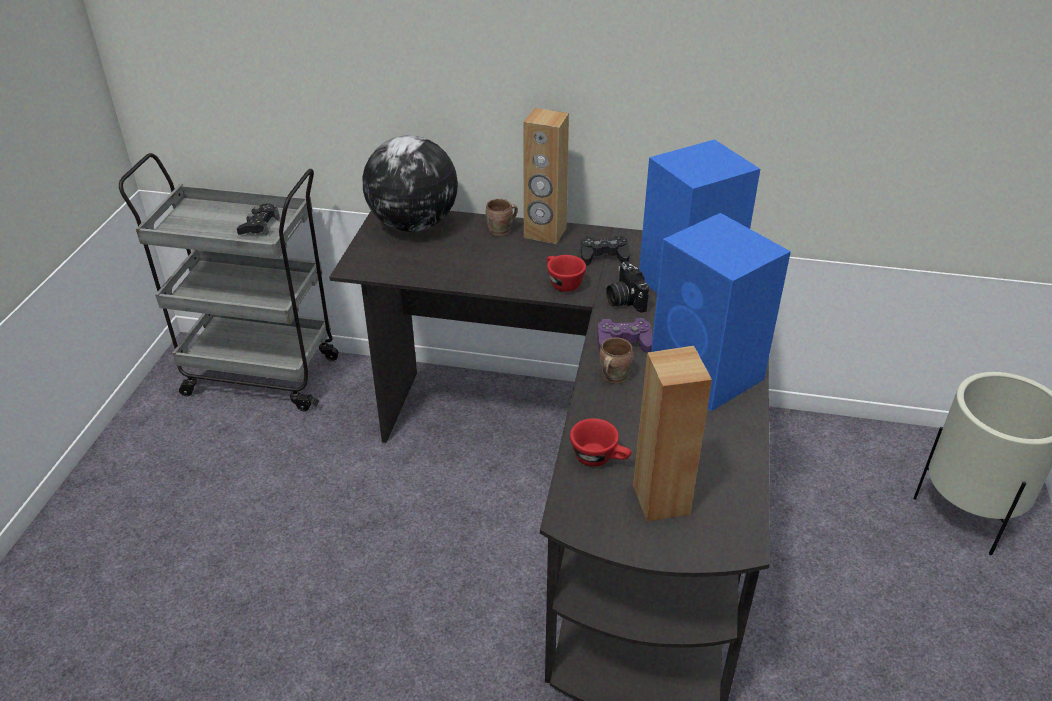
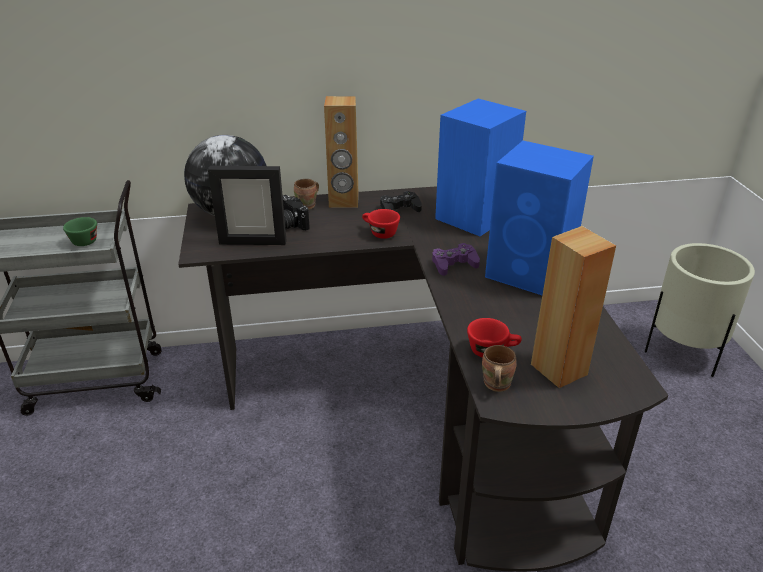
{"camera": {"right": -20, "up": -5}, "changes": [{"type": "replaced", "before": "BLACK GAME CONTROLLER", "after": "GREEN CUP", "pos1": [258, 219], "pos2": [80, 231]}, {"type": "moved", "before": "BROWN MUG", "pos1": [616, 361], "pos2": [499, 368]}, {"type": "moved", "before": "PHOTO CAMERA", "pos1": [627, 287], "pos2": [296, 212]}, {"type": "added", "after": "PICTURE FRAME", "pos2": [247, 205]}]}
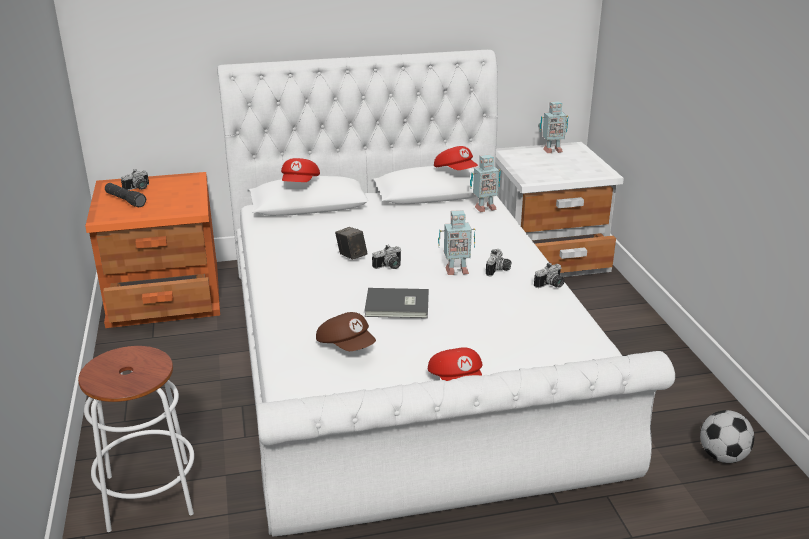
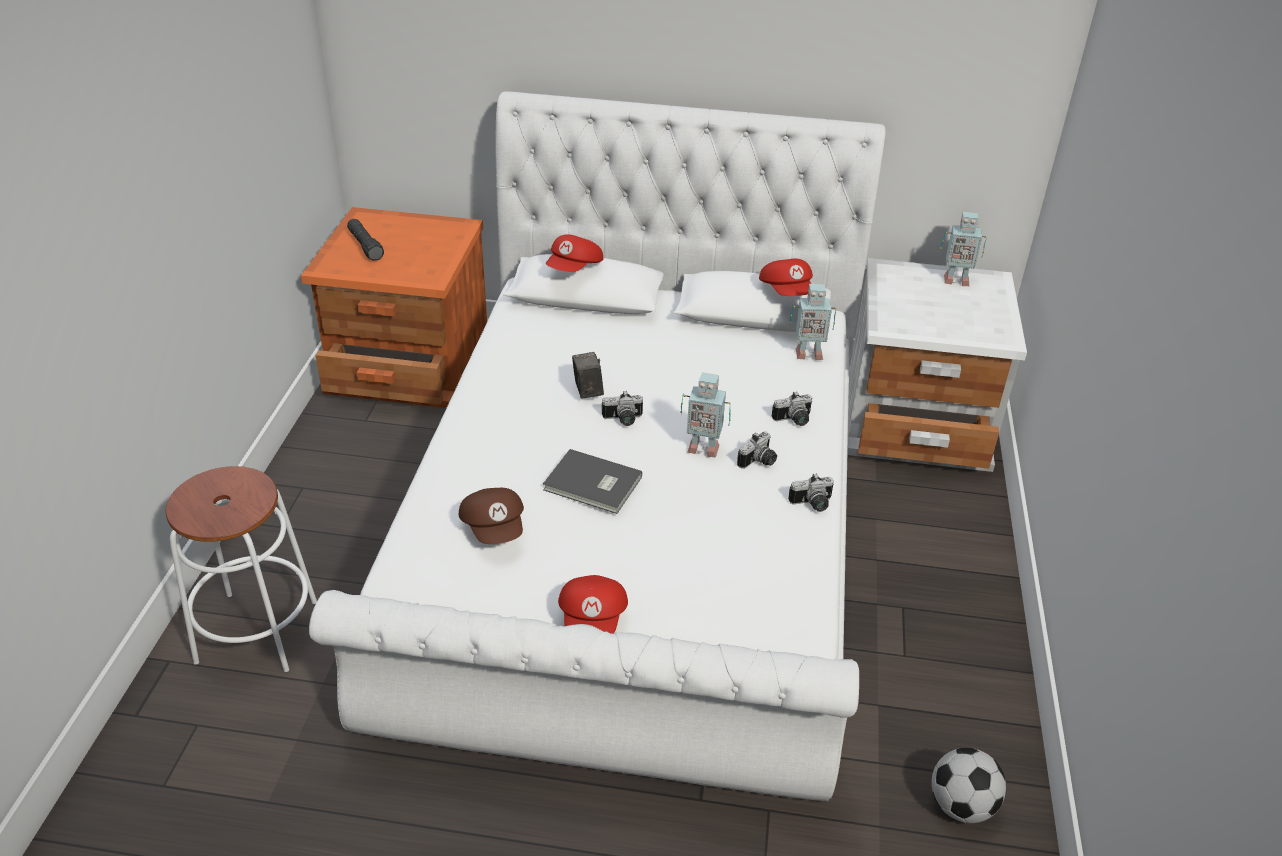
{"camera": {"right": 20, "up": 10}, "changes": [{"type": "moved", "before": "PHOTO CAMERA", "pos1": [135, 179], "pos2": [792, 409]}]}
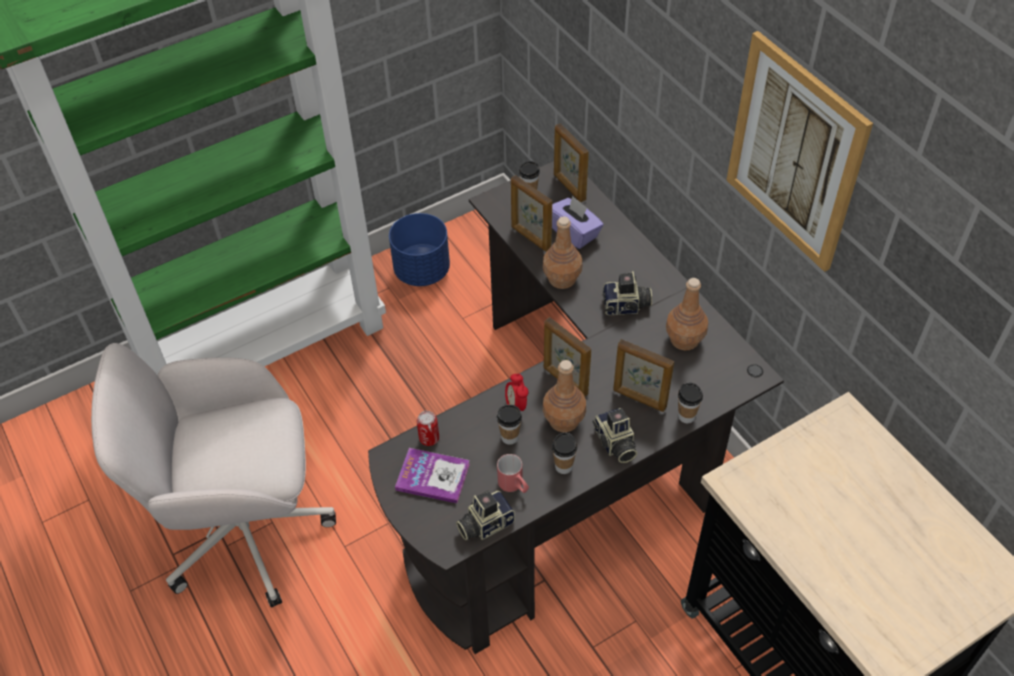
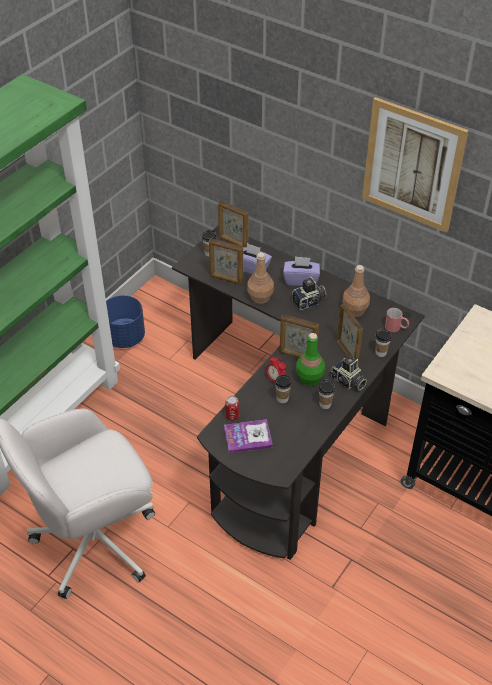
{"camera": {"right": -25, "up": -5}, "changes": [{"type": "removed", "before": "PHOTO CAMERA", "pos1": [485, 515]}, {"type": "moved", "before": "RED MUG", "pos1": [513, 473], "pos2": [397, 320]}, {"type": "recoloured", "before": "BROWN BOTTLE", "after": "GREEN BOTTLE", "pos1": [564, 396], "pos2": [310, 359]}, {"type": "turned", "before": "PICTURE FRAME", "pos1": [643, 375], "pos2": [350, 334], "turn": -120}, {"type": "added", "after": "PURPLE TISSUE BOX", "pos2": [301, 271]}]}
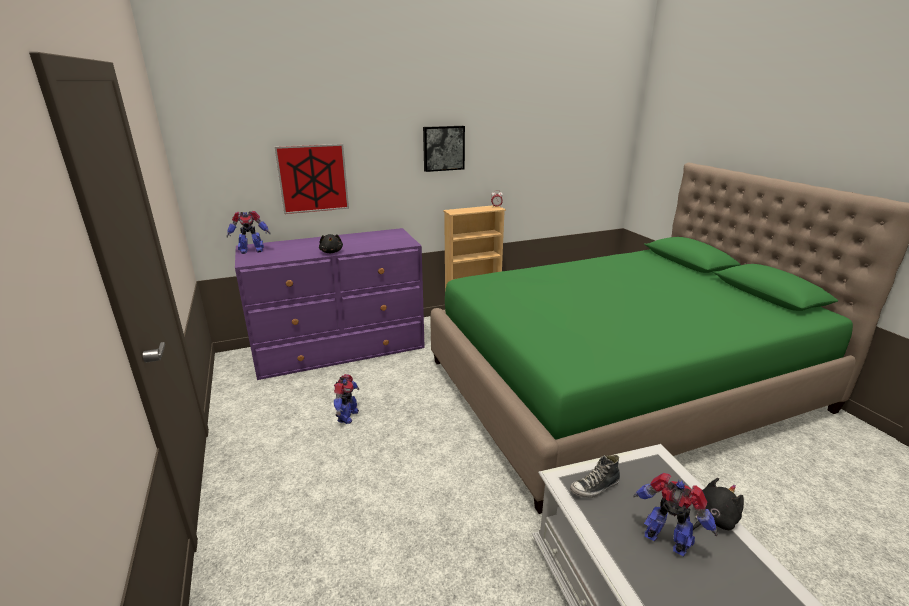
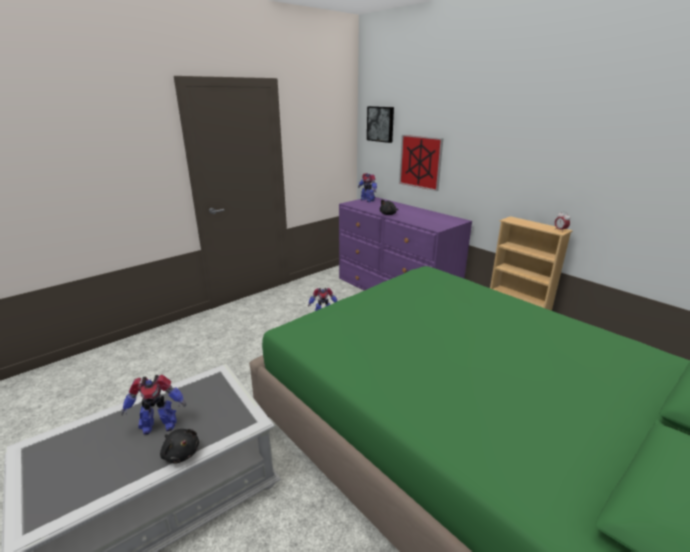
{"camera": {"right": 70, "up": 0}, "changes": [{"type": "moved", "before": "PICTURE", "pos1": [444, 149], "pos2": [380, 124]}, {"type": "removed", "before": "SHOE", "pos1": [595, 476]}, {"type": "turned", "before": "TOY ROBOT", "pos1": [675, 514], "pos2": [153, 404], "turn": 60}]}
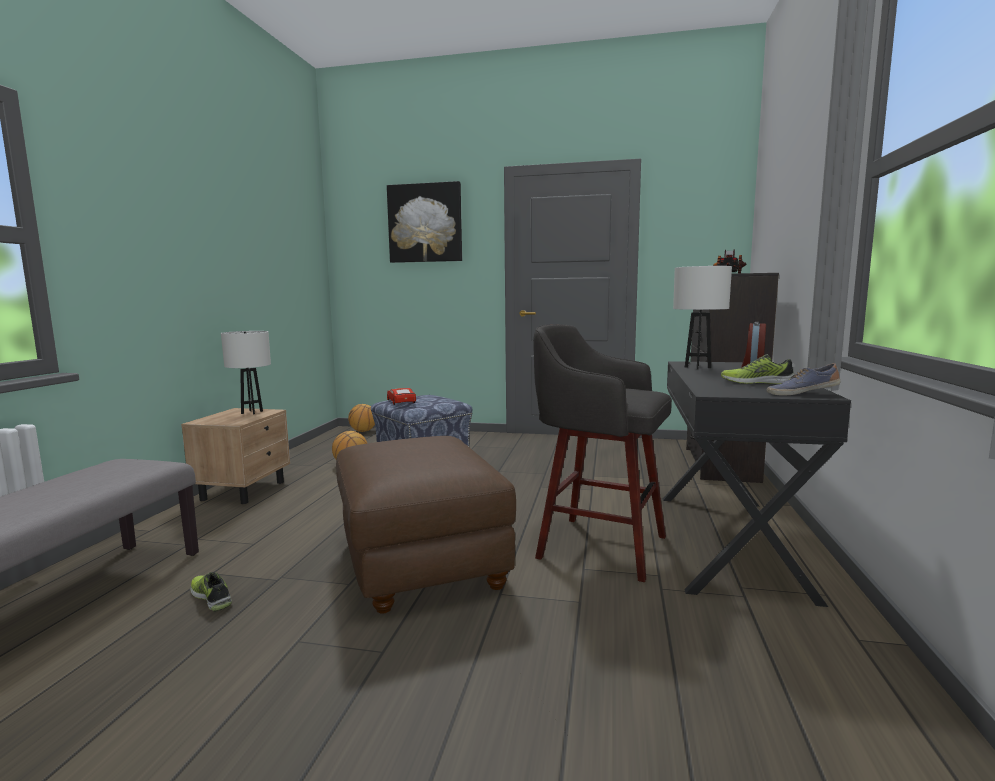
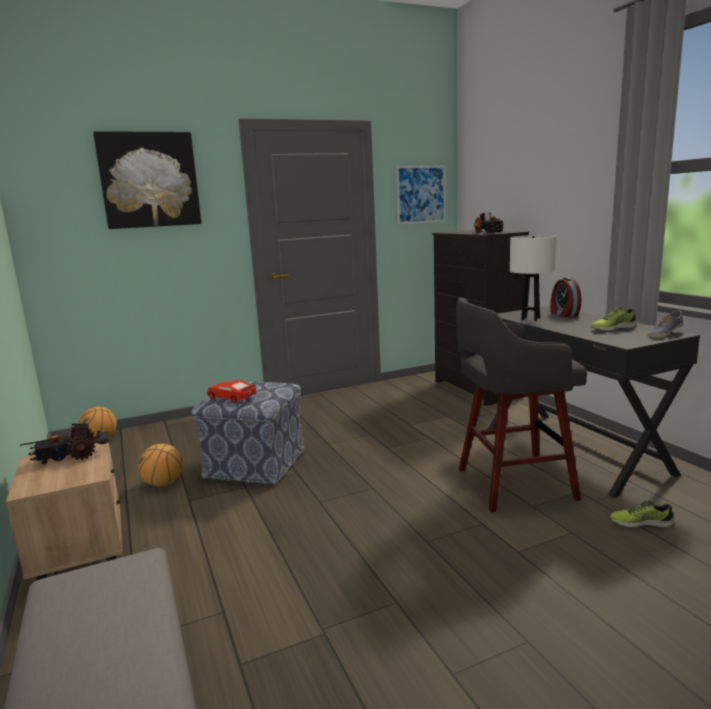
{"camera": {"right": -35, "up": 5}, "changes": [{"type": "moved", "before": "SHOE", "pos1": [211, 591], "pos2": [642, 514]}, {"type": "replaced", "before": "WHITE TABLE LAMP", "after": "TOY TRUCK", "pos1": [246, 372], "pos2": [65, 444]}, {"type": "removed", "before": "BROWN OTTOMAN", "pos1": [426, 525]}, {"type": "added", "after": "PICTURE", "pos2": [421, 194]}]}
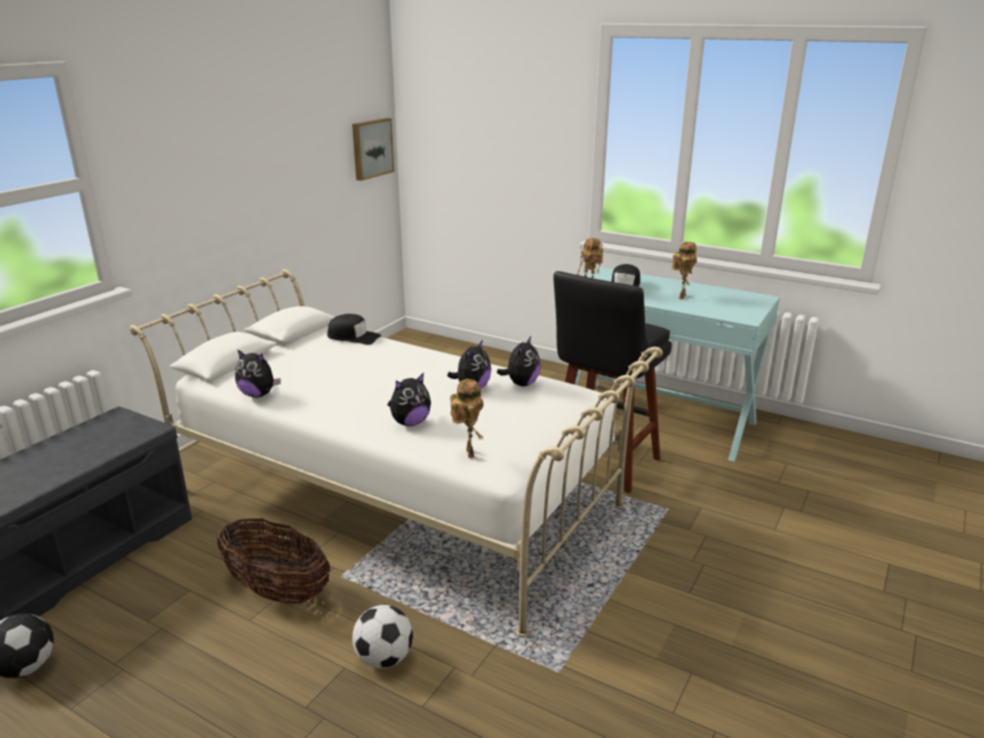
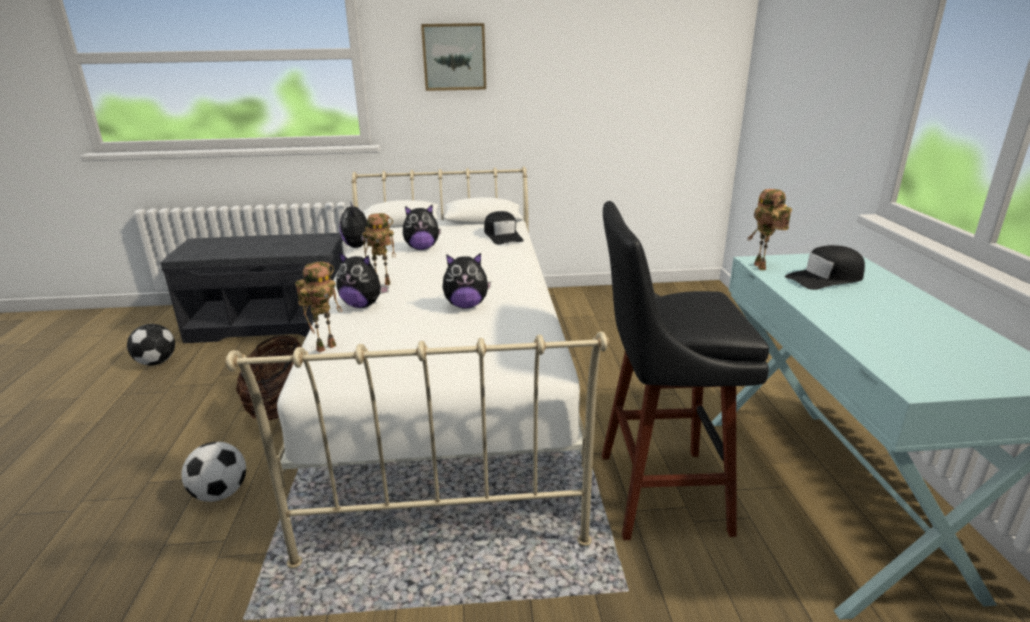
{"camera": {"right": 55, "up": 0}, "changes": [{"type": "moved", "before": "PICTURE", "pos1": [373, 149], "pos2": [453, 57]}, {"type": "moved", "before": "PLUSH TOY", "pos1": [519, 361], "pos2": [422, 227]}, {"type": "moved", "before": "TOY ROBOT", "pos1": [684, 270], "pos2": [379, 249]}]}
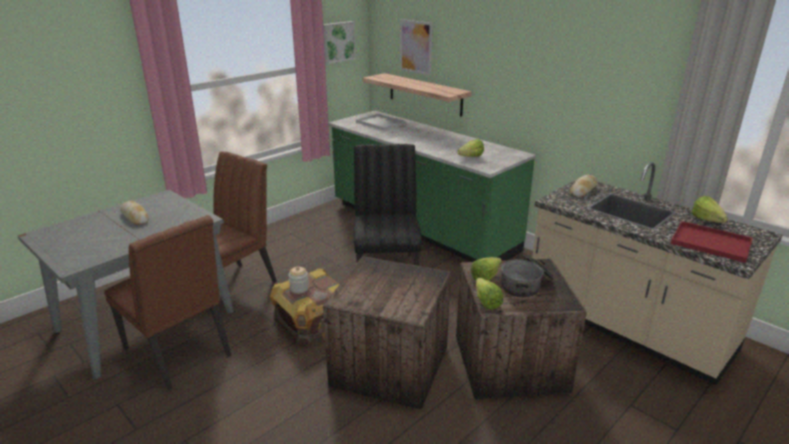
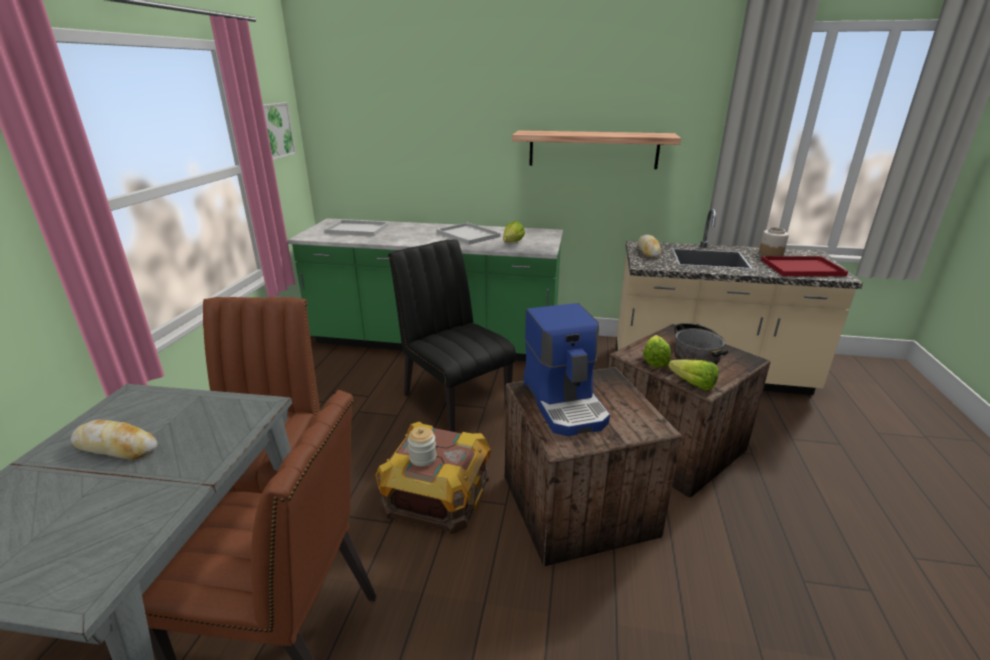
{"camera": {"right": -35, "up": 0}, "changes": [{"type": "moved", "before": "SHELF", "pos1": [417, 95], "pos2": [596, 149]}, {"type": "removed", "before": "PICTURE", "pos1": [416, 47]}, {"type": "replaced", "before": "LETTUCE", "after": "JAR", "pos1": [710, 209], "pos2": [774, 241]}, {"type": "added", "after": "WHITE TRAY", "pos2": [469, 234]}, {"type": "added", "after": "COFFEE MACHINE", "pos2": [567, 369]}]}
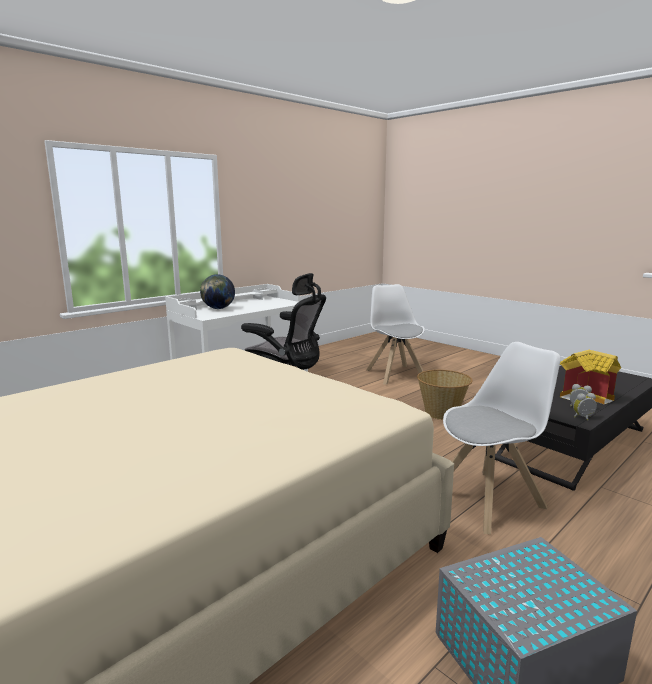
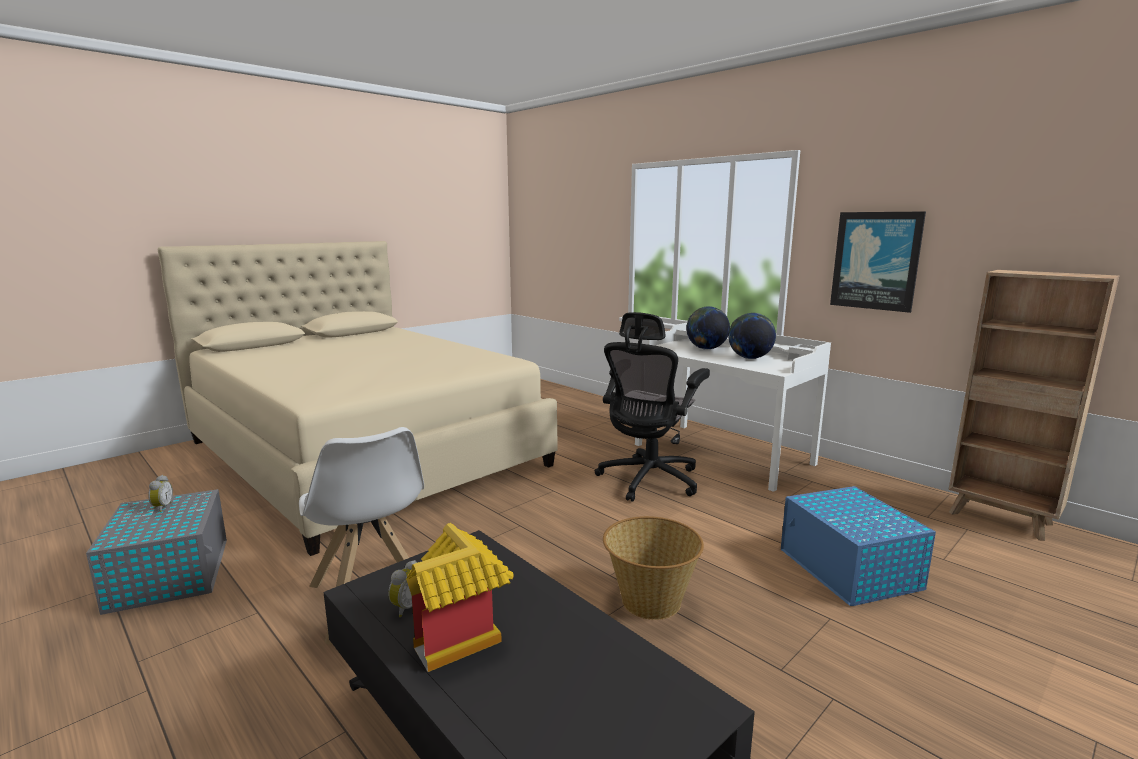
{"camera": {"right": 90, "up": 0}, "changes": [{"type": "replaced", "before": "CHAIR", "after": "BLUE STORAGE BOX", "pos1": [395, 334], "pos2": [858, 546]}, {"type": "moved", "before": "ALARM CLOCK", "pos1": [585, 407], "pos2": [160, 493]}, {"type": "added", "after": "GLOBE", "pos2": [752, 336]}, {"type": "added", "after": "PICTURE", "pos2": [878, 262]}, {"type": "added", "after": "BROWN BOOKCASE", "pos2": [1033, 405]}]}
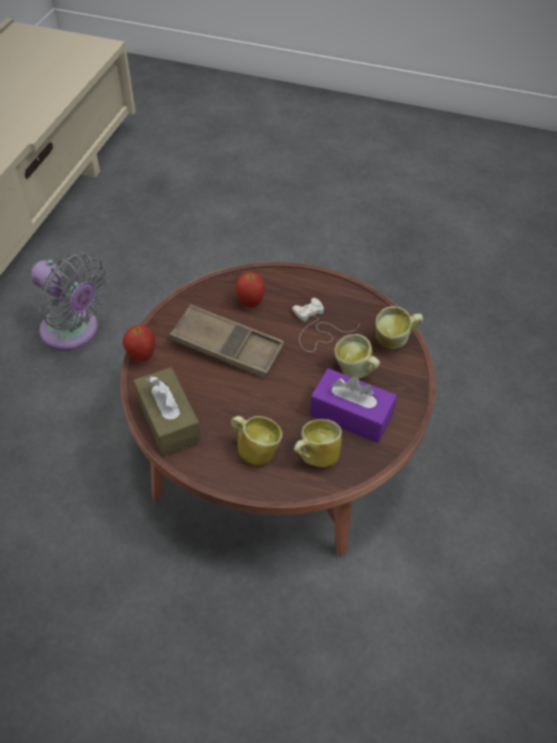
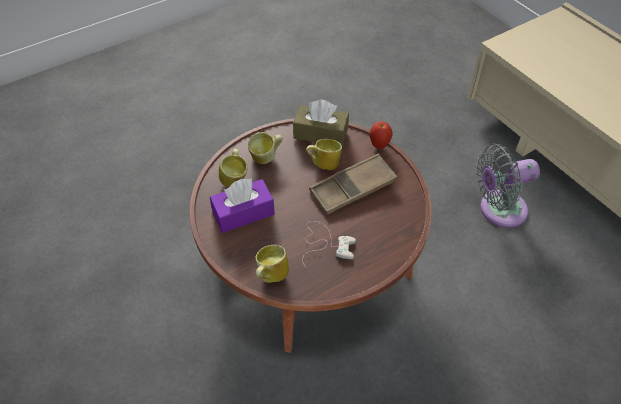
{"camera": {"right": 130, "up": 0}, "changes": [{"type": "removed", "before": "APPLE", "pos1": [250, 289]}, {"type": "moved", "before": "MUG", "pos1": [357, 356], "pos2": [324, 154]}]}
